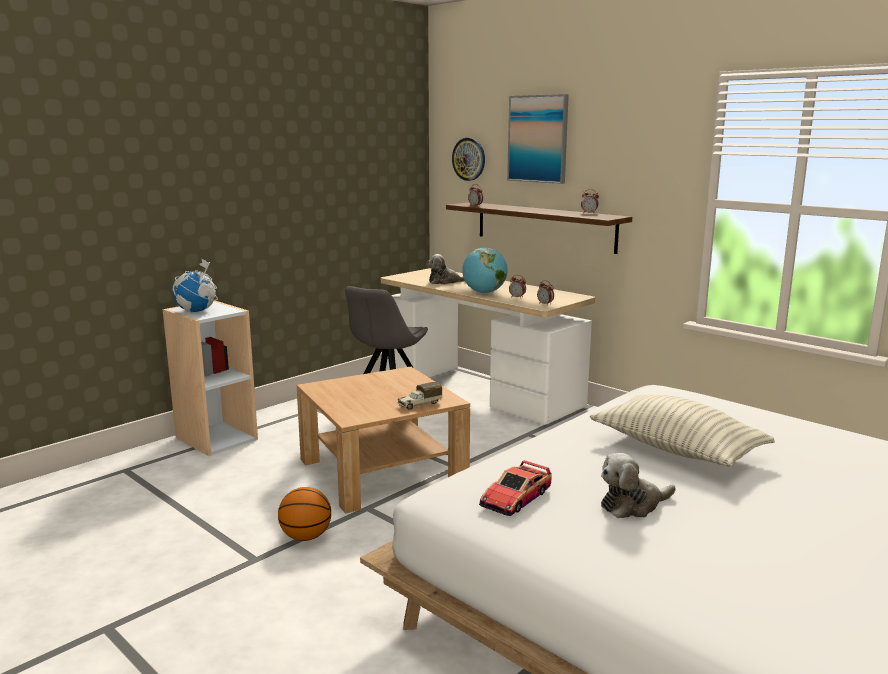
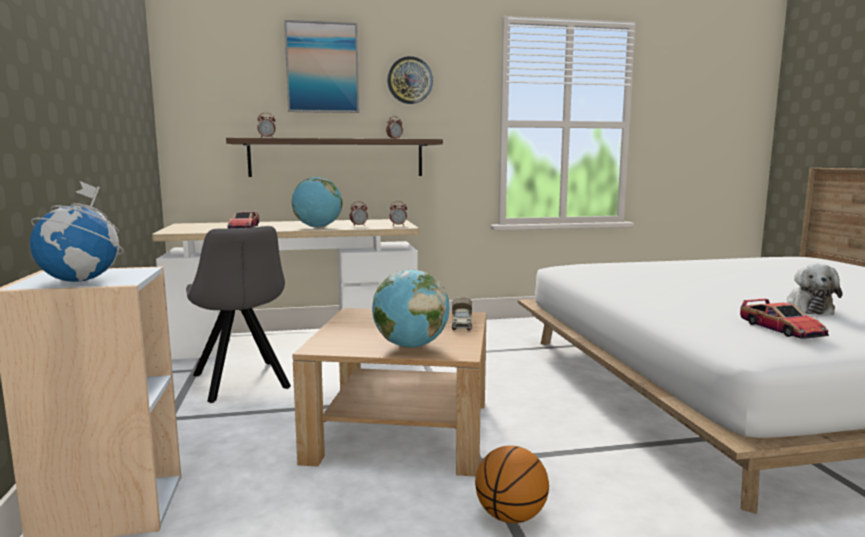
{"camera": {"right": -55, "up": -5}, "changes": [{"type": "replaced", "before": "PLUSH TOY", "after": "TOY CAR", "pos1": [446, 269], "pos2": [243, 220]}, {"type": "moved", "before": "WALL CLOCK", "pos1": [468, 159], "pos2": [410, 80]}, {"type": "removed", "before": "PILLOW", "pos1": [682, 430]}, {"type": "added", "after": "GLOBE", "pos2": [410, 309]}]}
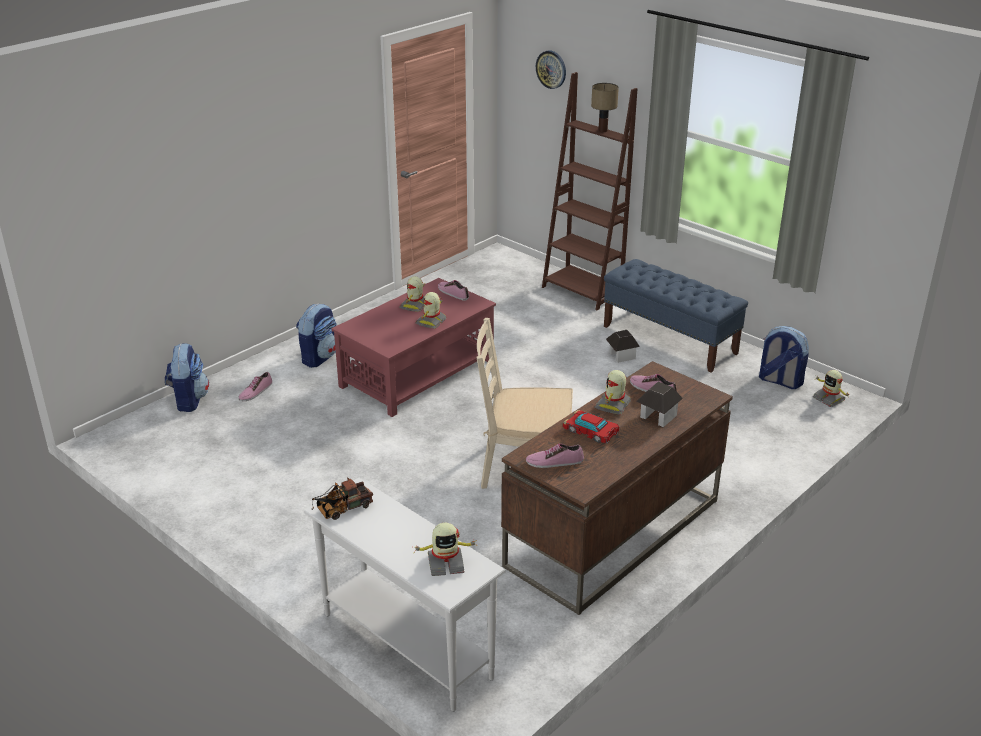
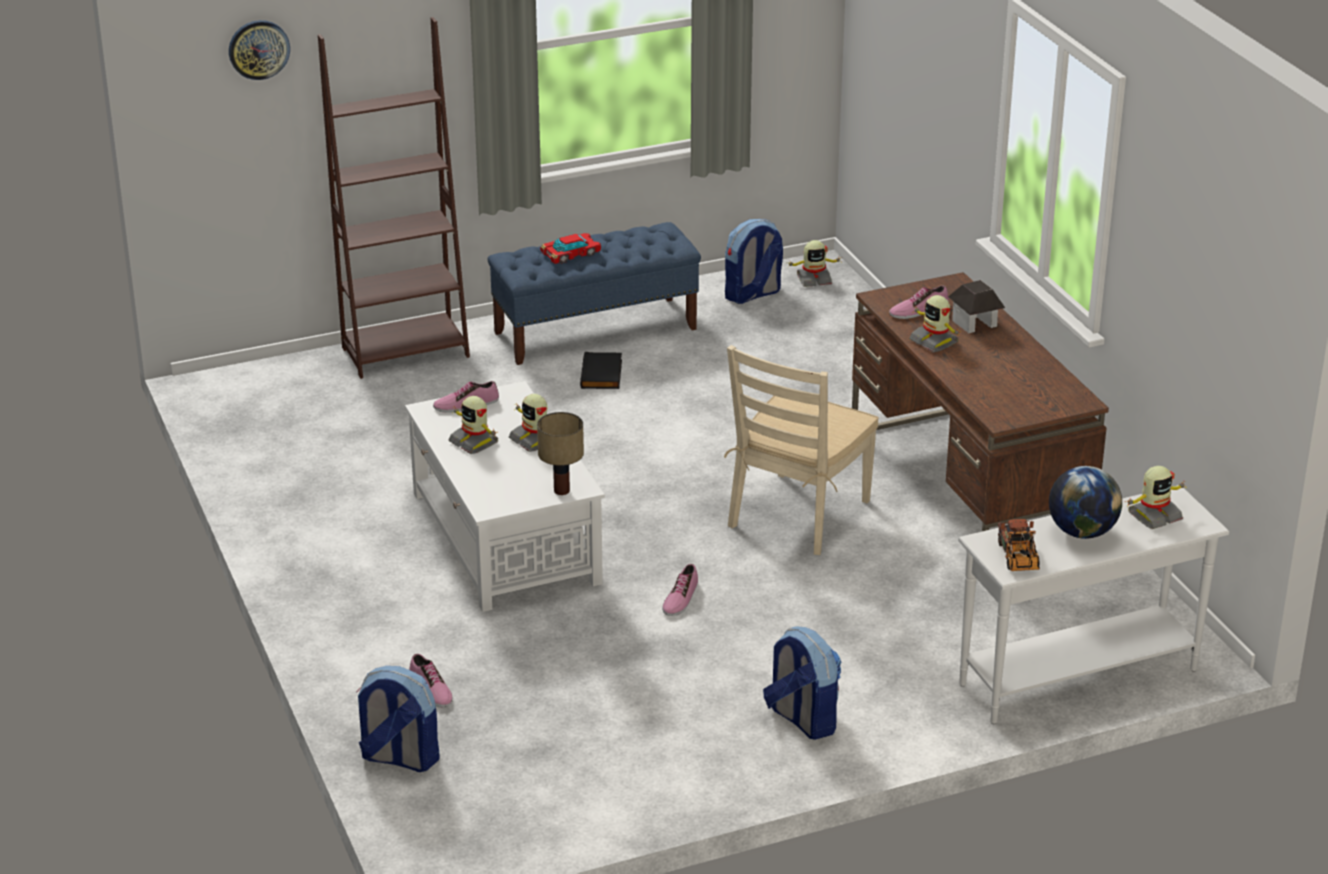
{"camera": {"right": -65, "up": 0}, "changes": [{"type": "moved", "before": "BACKPACK", "pos1": [316, 335], "pos2": [802, 683]}, {"type": "recoloured", "before": "RED COFFEE TABLE", "after": "WHITE COFFEE TABLE", "pos1": [413, 347], "pos2": [505, 496]}, {"type": "turned", "before": "TOY ROBOT", "pos1": [444, 549], "pos2": [1156, 497], "turn": 45}, {"type": "moved", "before": "SHOE", "pos1": [555, 455], "pos2": [680, 590]}, {"type": "moved", "before": "TOY CAR", "pos1": [591, 427], "pos2": [570, 248]}, {"type": "moved", "before": "TABLE LAMP", "pos1": [605, 107], "pos2": [560, 453]}, {"type": "replaced", "before": "TOY HOUSE", "after": "BLACK BOOK", "pos1": [623, 346], "pos2": [601, 370]}, {"type": "added", "after": "GLOBE", "pos2": [1085, 502]}]}
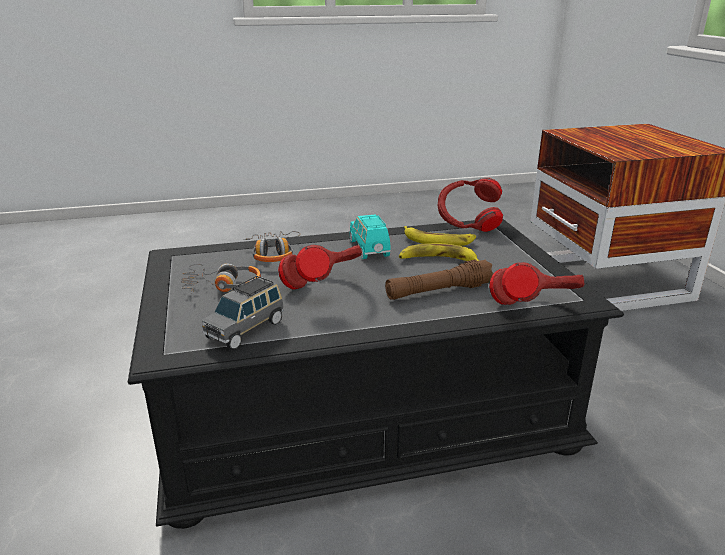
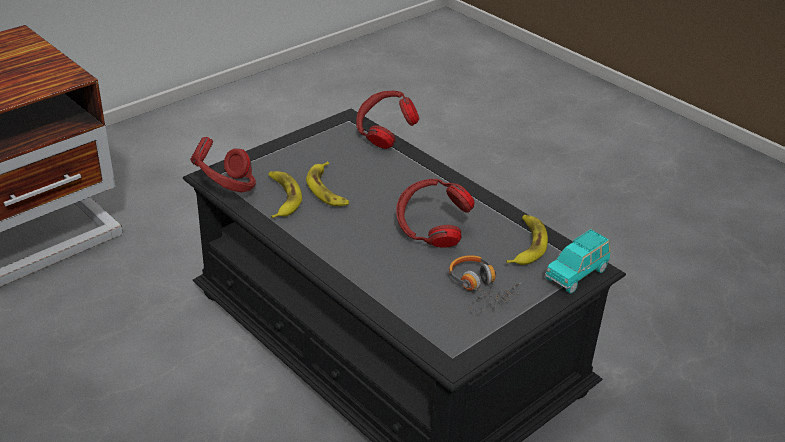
{"camera": {"right": -120, "up": 10}, "changes": [{"type": "replaced", "before": "GREY TOY CAR", "after": "BANANA", "pos1": [243, 312], "pos2": [527, 240]}, {"type": "removed", "before": "HEADPHONES", "pos1": [271, 246]}, {"type": "moved", "before": "TURQUOISE TOY CAR", "pos1": [370, 236], "pos2": [577, 261]}, {"type": "removed", "before": "BROWN FLASHLIGHT", "pos1": [439, 280]}]}
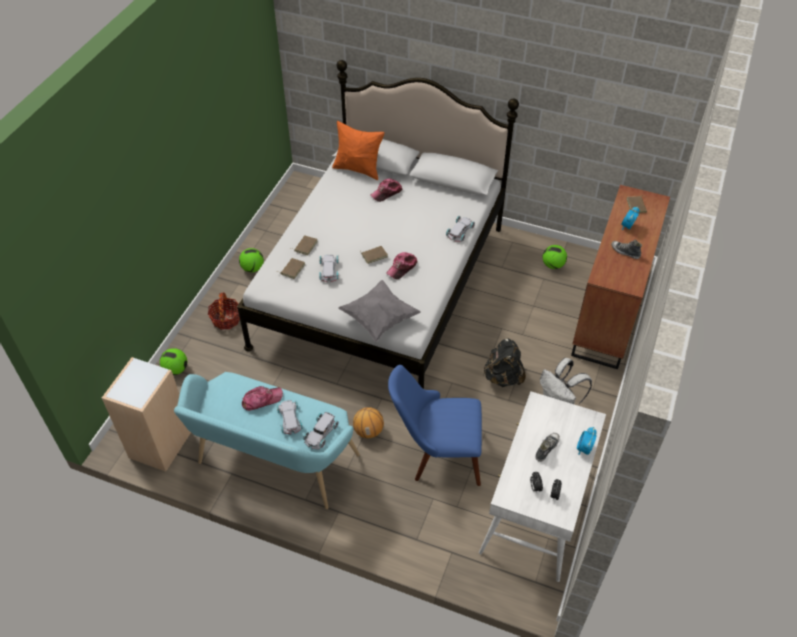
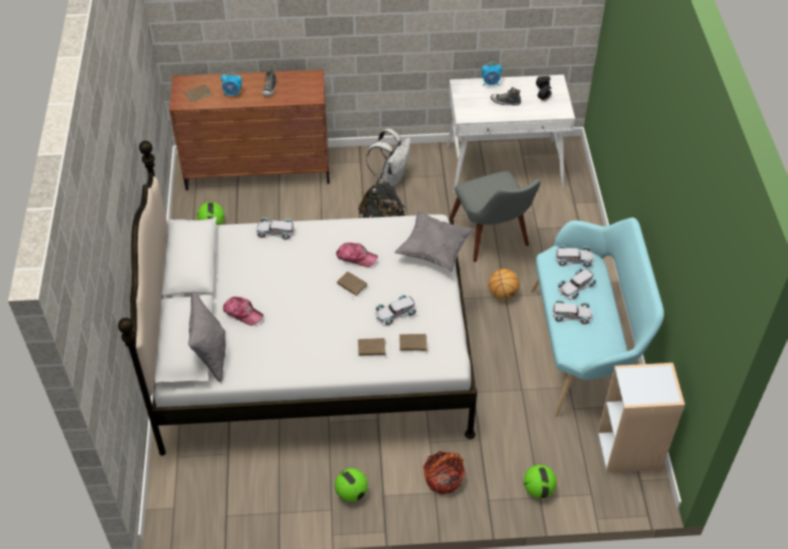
{"camera": {"right": -115, "up": 0}, "changes": [{"type": "replaced", "before": "CAP", "after": "WHITE TOY CAR", "pos1": [262, 398], "pos2": [572, 312]}, {"type": "recoloured", "before": "ORANGE PILLOW", "after": "GREY PILLOW", "pos1": [358, 150], "pos2": [207, 337]}, {"type": "recoloured", "before": "BLUE CHAIR", "after": "GREY CHAIR", "pos1": [435, 425], "pos2": [495, 216]}]}
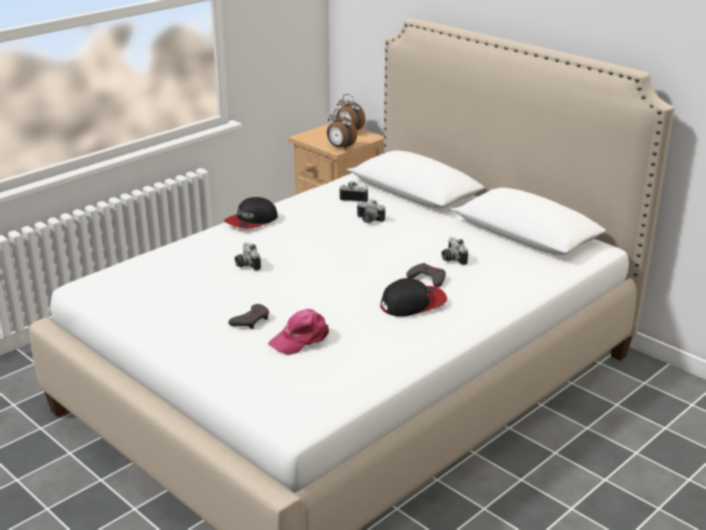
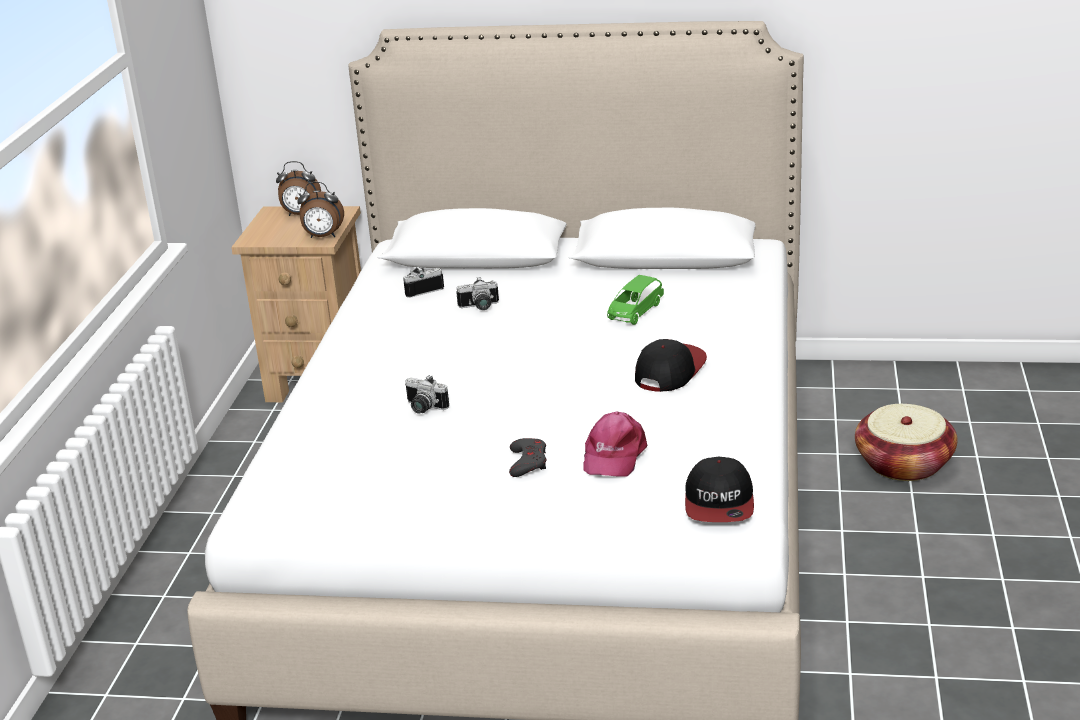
{"camera": {"right": -35, "up": 0}, "changes": [{"type": "moved", "before": "CAP", "pos1": [251, 213], "pos2": [719, 489]}, {"type": "removed", "before": "GREY GAME CONTROLLER", "pos1": [426, 275]}, {"type": "replaced", "before": "PHOTO CAMERA", "after": "GREEN TOY CAR", "pos1": [455, 251], "pos2": [635, 300]}, {"type": "added", "after": "BASKET", "pos2": [906, 442]}]}
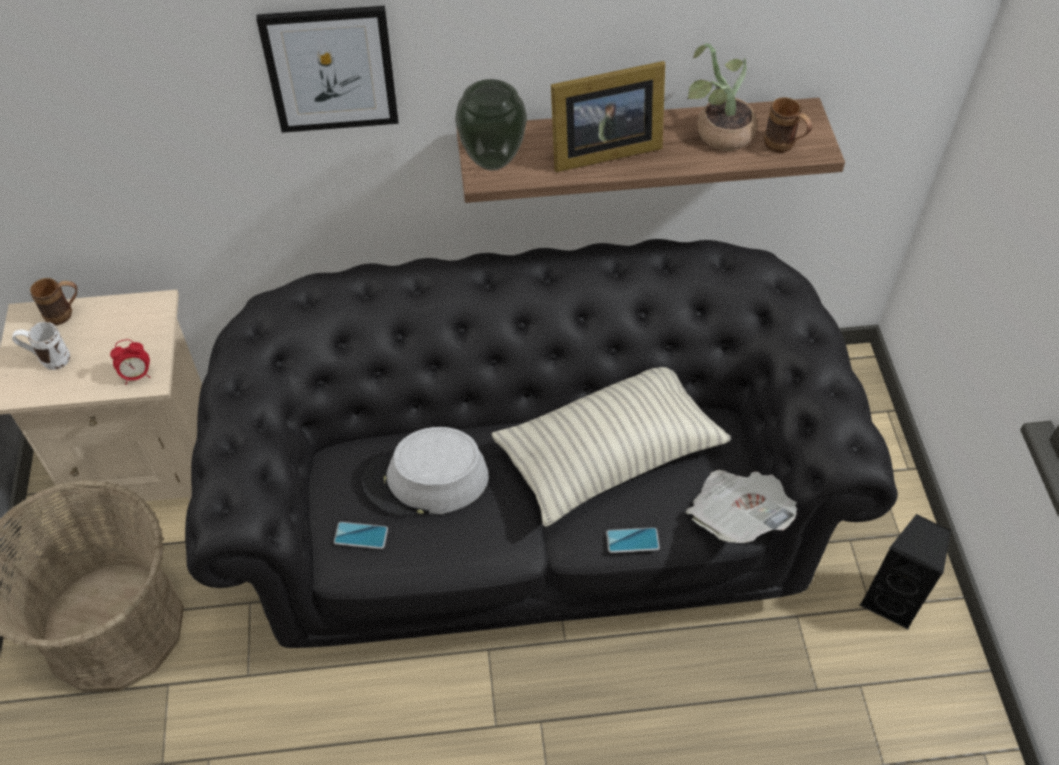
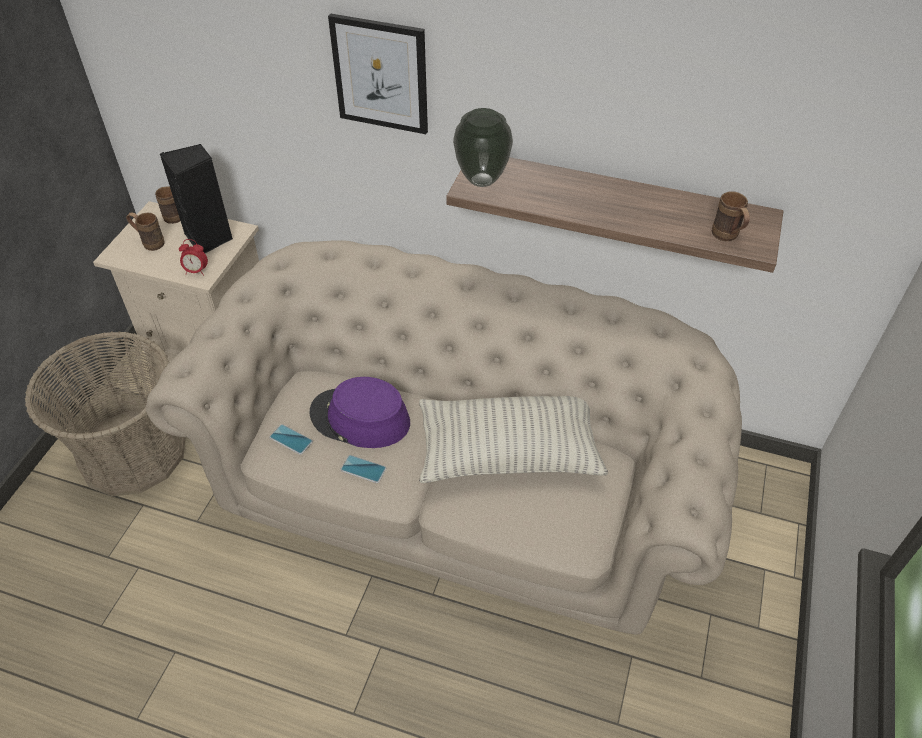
{"camera": {"right": 25, "up": -5}, "changes": [{"type": "recoloured", "before": "WHITE MUG", "after": "BROWN MUG", "pos1": [41, 346], "pos2": [145, 231]}, {"type": "recoloured", "before": "BLACK SOFA", "after": "BEIGE SOFA", "pos1": [541, 443], "pos2": [444, 437]}, {"type": "recoloured", "before": "GREY HAT", "after": "PURPLE HAT", "pos1": [425, 471], "pos2": [360, 412]}, {"type": "removed", "before": "PICTURE FRAME", "pos1": [608, 116]}, {"type": "moved", "before": "PHONE", "pos1": [633, 540], "pos2": [363, 469]}, {"type": "removed", "before": "NEWSPAPER", "pos1": [741, 506]}, {"type": "removed", "before": "POTTED PLANT", "pos1": [722, 96]}, {"type": "moved", "before": "BLACK SPEAKER", "pos1": [905, 572], "pos2": [196, 198]}]}
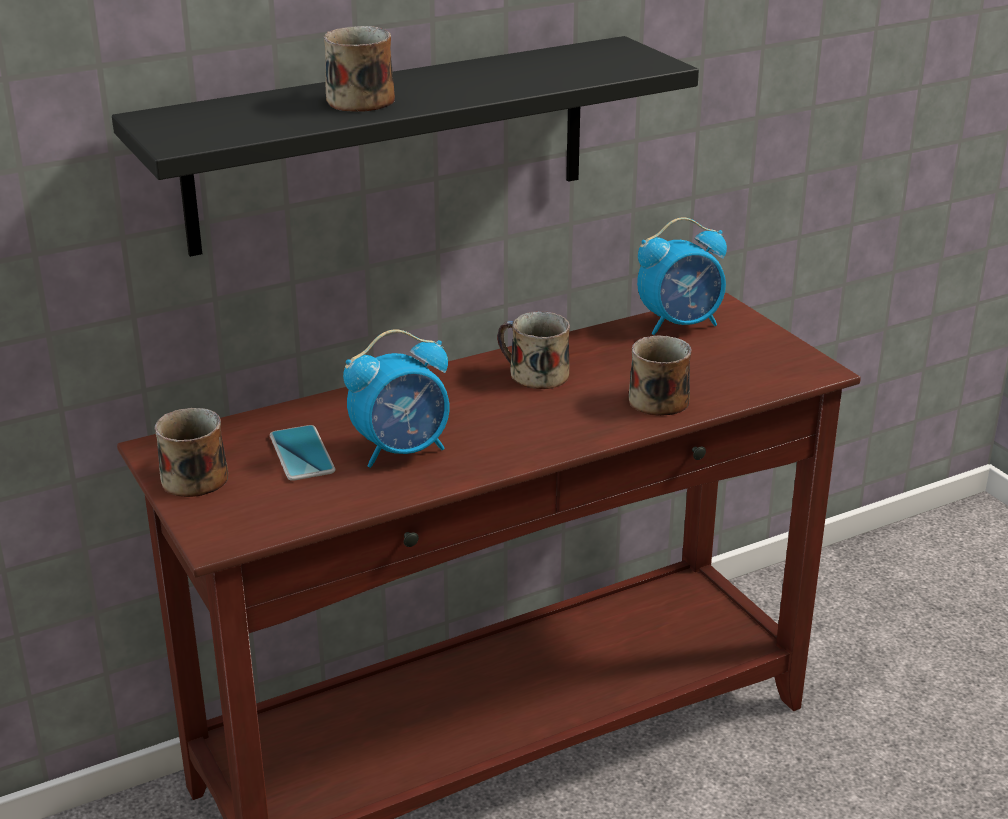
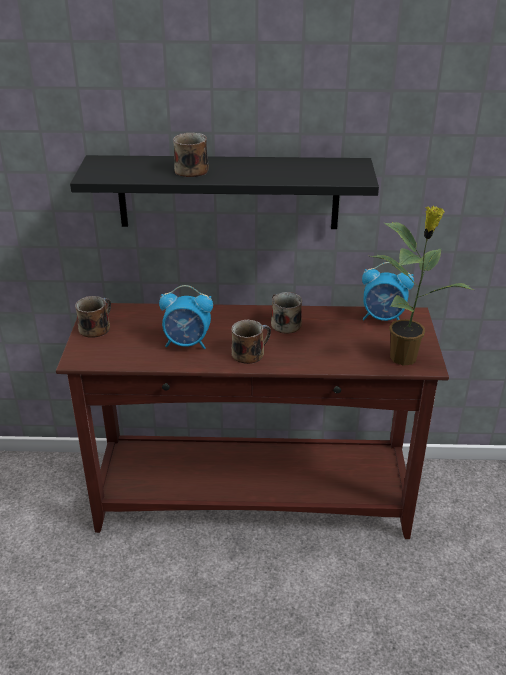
{"camera": {"right": 30, "up": 5}, "changes": [{"type": "removed", "before": "PHONE", "pos1": [302, 453]}, {"type": "moved", "before": "MUG", "pos1": [660, 376], "pos2": [251, 341]}, {"type": "added", "after": "POTTED PLANT", "pos2": [422, 286]}]}
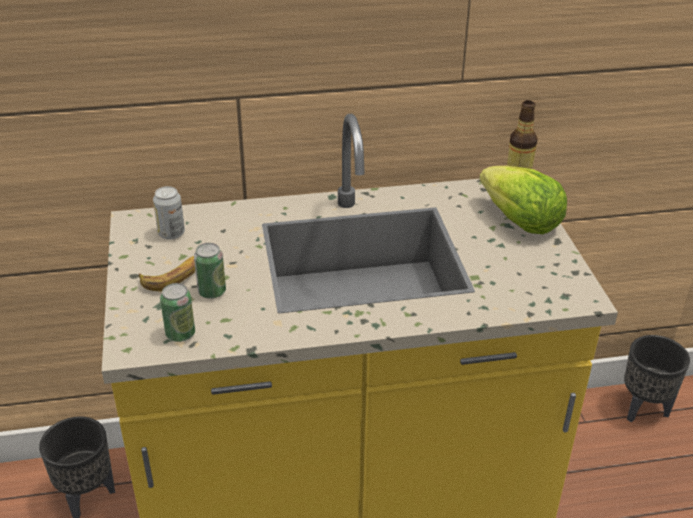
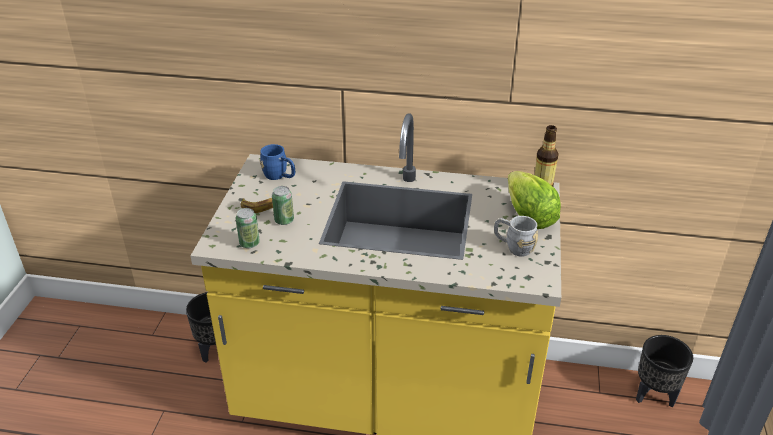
{"camera": {"right": 20, "up": 0}, "changes": [{"type": "replaced", "before": "CAN", "after": "BLUE MUG", "pos1": [169, 213], "pos2": [277, 162]}, {"type": "added", "after": "GREY MUG", "pos2": [516, 236]}]}
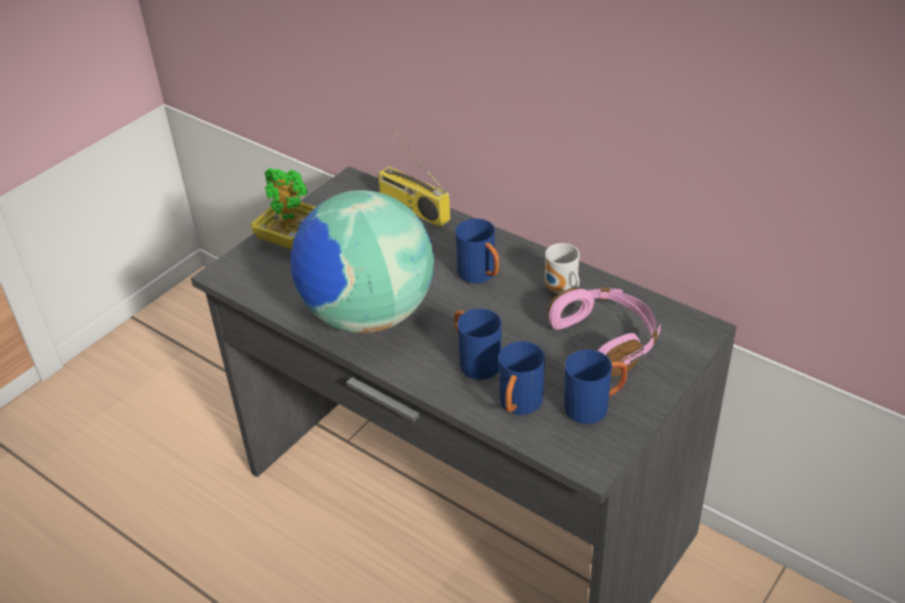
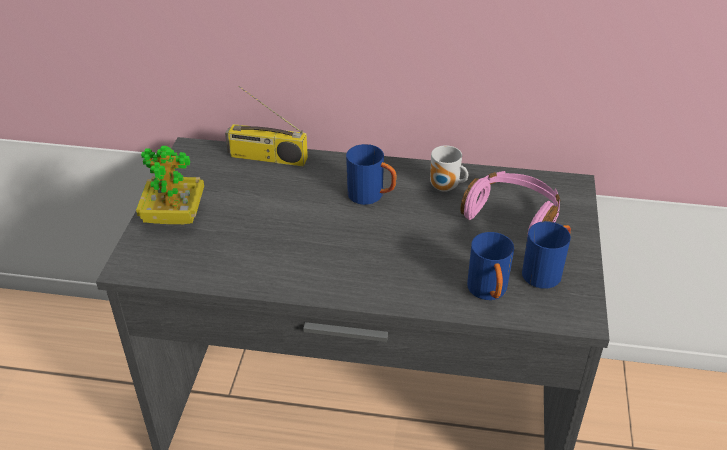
{"camera": {"right": -30, "up": 0}, "changes": [{"type": "removed", "before": "GLOBE", "pos1": [362, 261]}, {"type": "removed", "before": "BLUE MUG", "pos1": [478, 344]}]}
